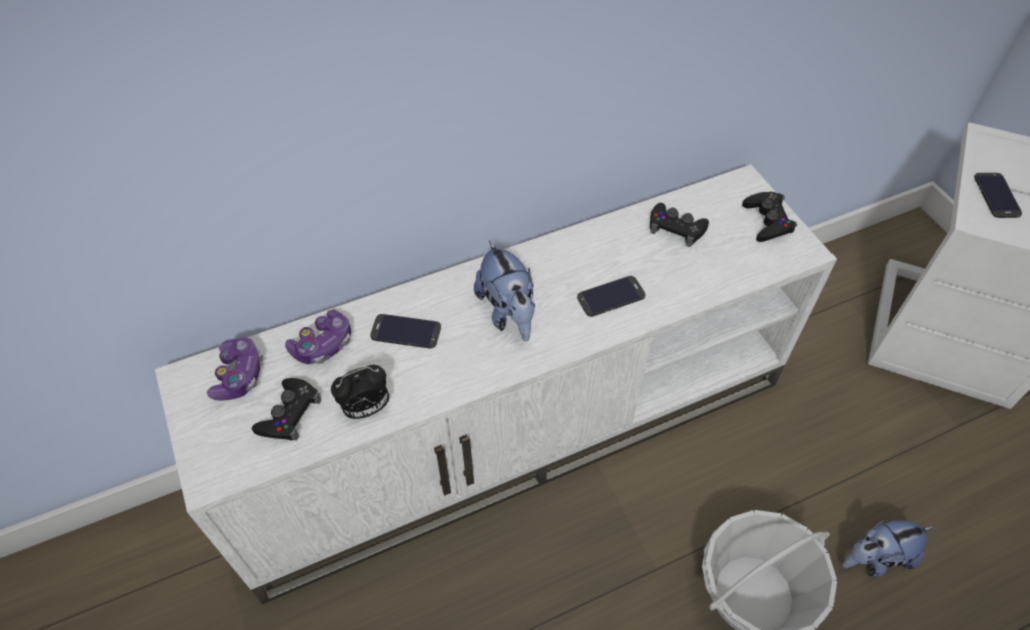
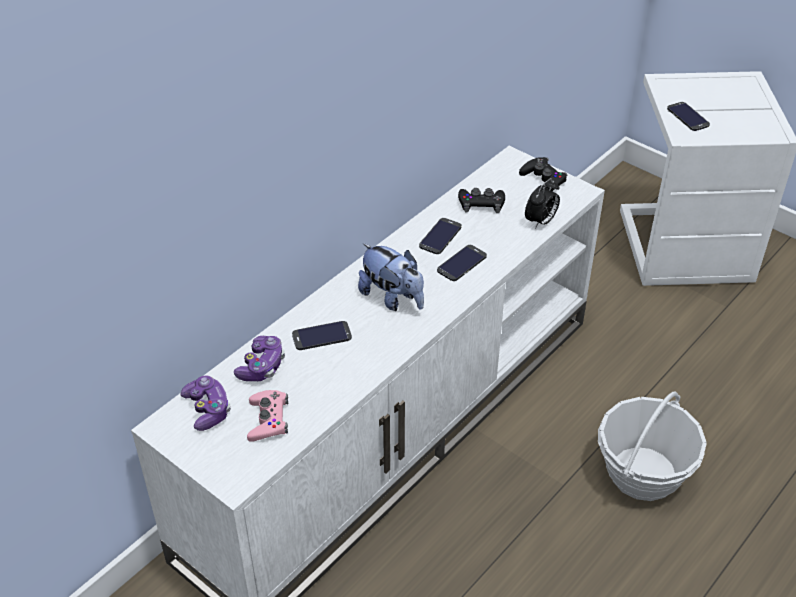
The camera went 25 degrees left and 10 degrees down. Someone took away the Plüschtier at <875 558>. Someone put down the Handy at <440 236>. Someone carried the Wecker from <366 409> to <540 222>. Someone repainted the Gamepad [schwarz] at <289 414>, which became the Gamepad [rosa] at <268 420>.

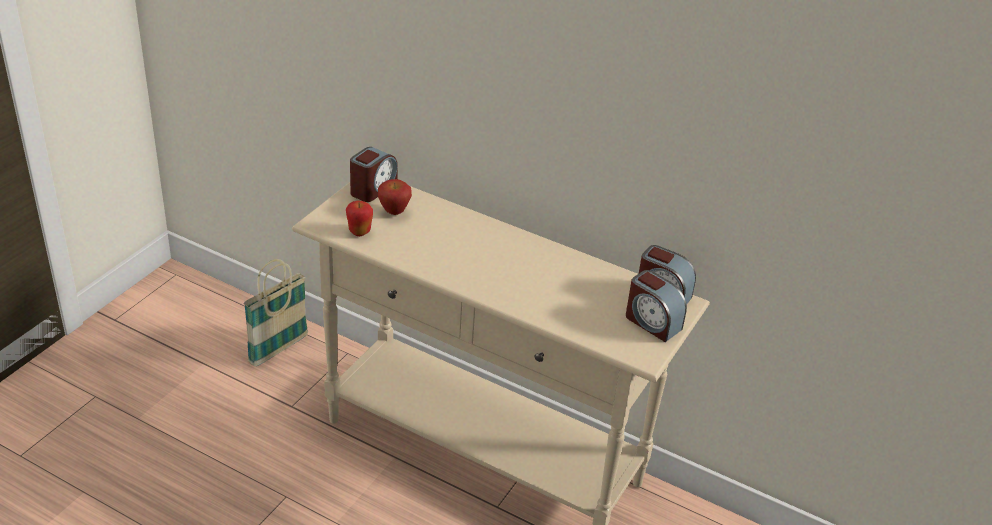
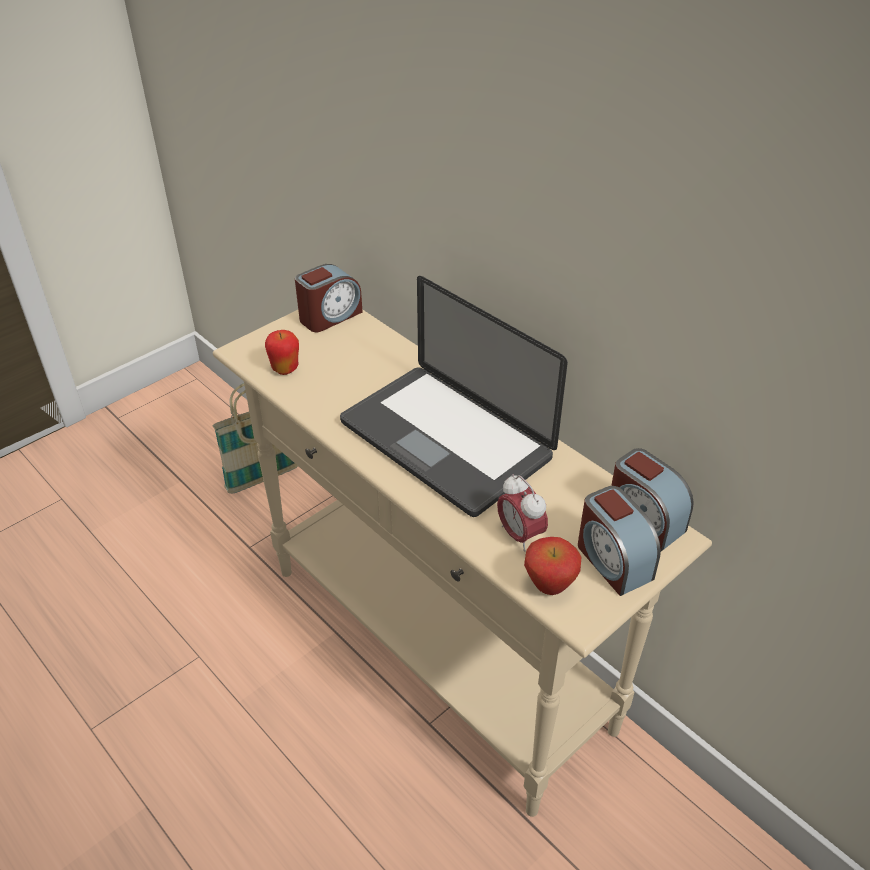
The camera went 20 degrees right and 5 degrees up. Someone put down the Laptop at <445 440>. Someone put down the Wecker at <520 535>. Someone carried the Apfel from <394 212> to <549 586>.

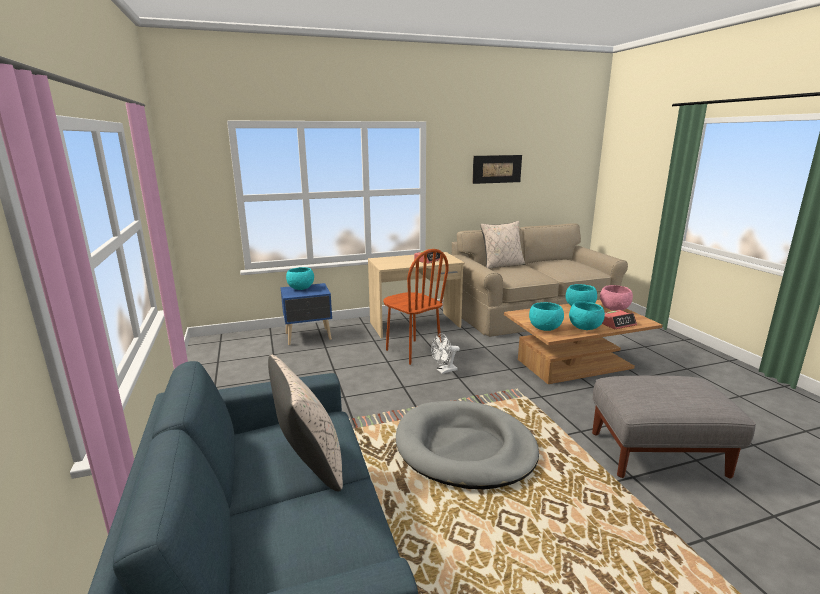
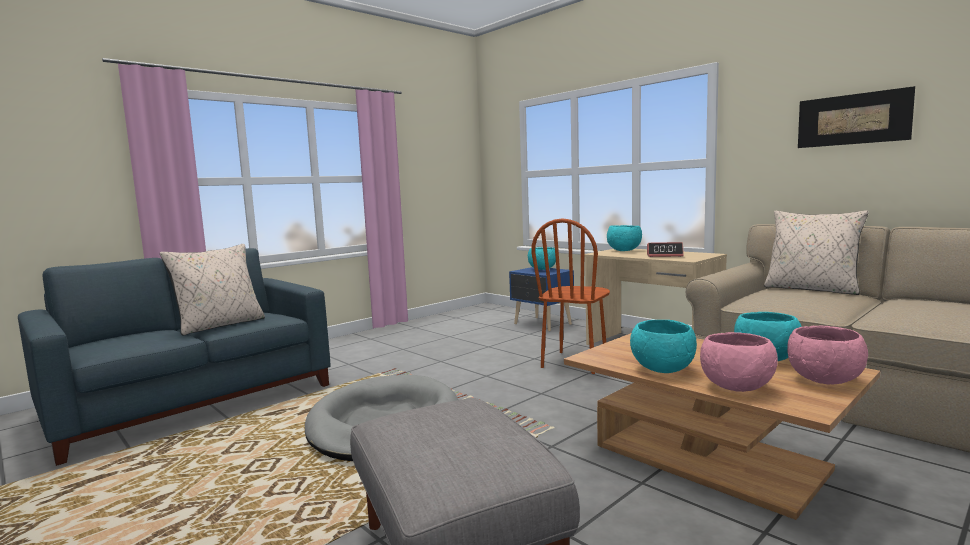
The camera went 65 degrees right and 10 degrees down. Someone took away the Ventilator [weiß] at <444 371>. Someone carried the Schüssel [türkis] from <545 328> to <624 251>. Someone swapped the Wecker at <616 323> for the Schüssel [rosa] at <737 387>.

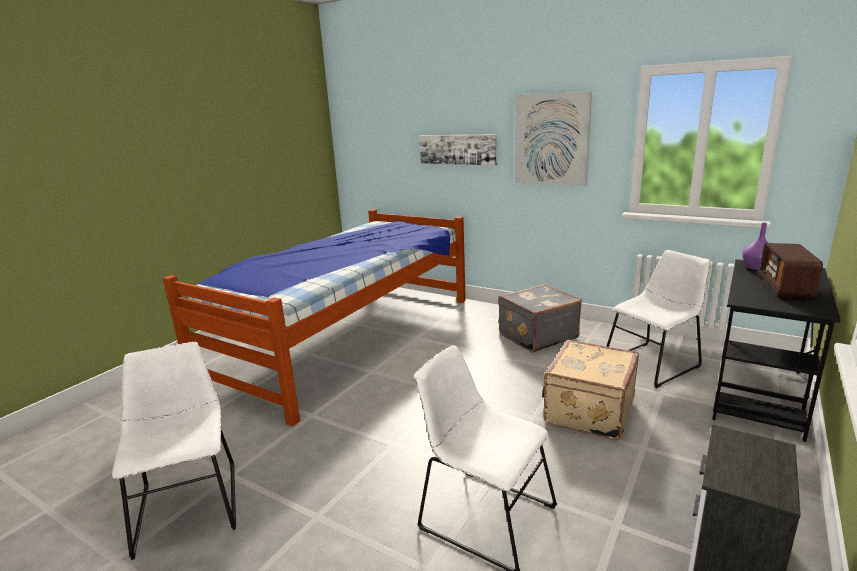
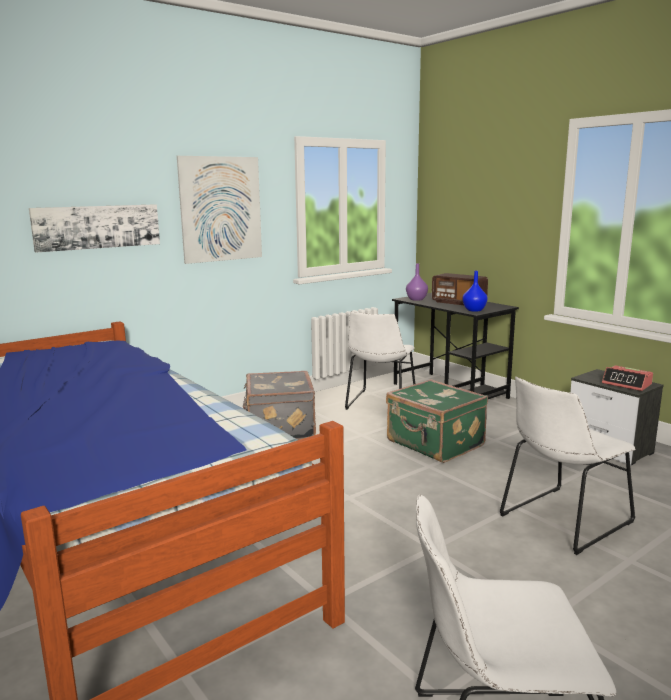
The camera went 70 degrees left and 5 degrees down. Someone put down the Vase [blau] at <473 310>. Someone put down the Wecker at <627 384>. Someone repainted the Koffer [beige] at <587 411>, which became the Koffer [grün] at <434 444>. Someone rotated the Stuhl [weiß] at <654 363> by 150 degrees counterclockwise.

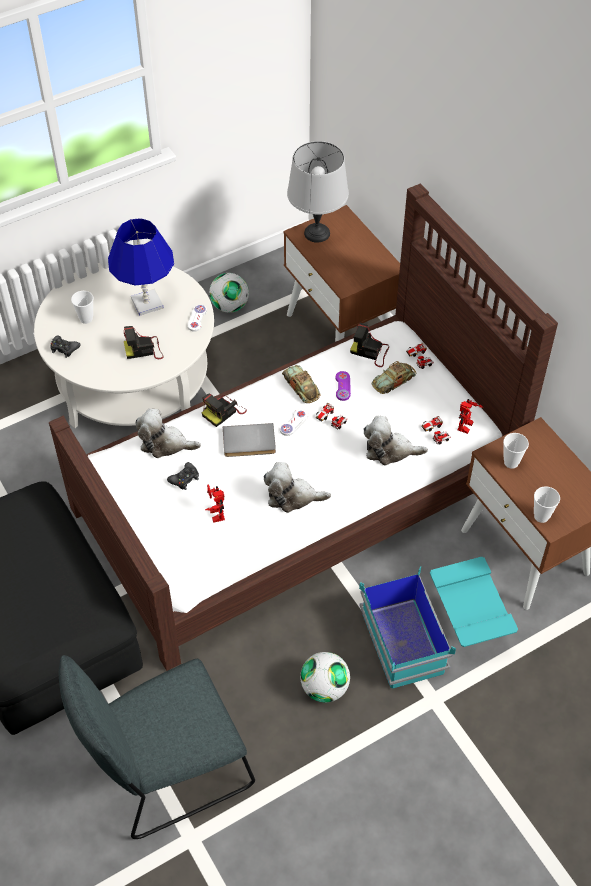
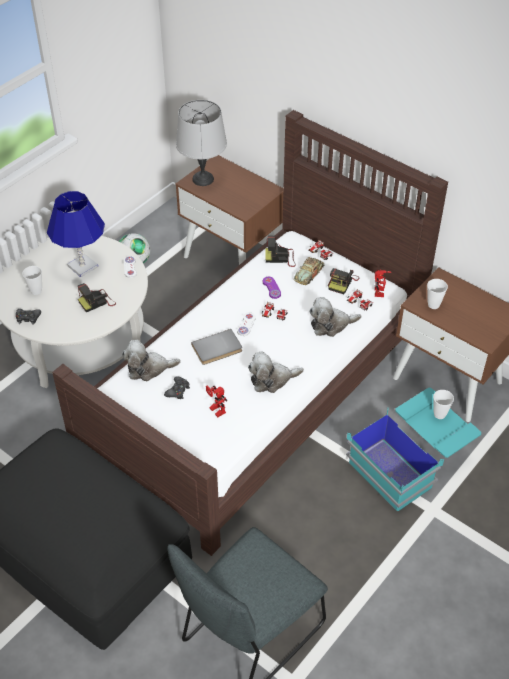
The camera went 20 degrees left and 5 degrees down. Someone took away the Spielzeugauto at <301 387>. Someone took away the Fußball at <324 688>. Someone carried the Kamera from <223 411> to <342 282>. Someone carried the Tasse from <541 516> to <439 414>.

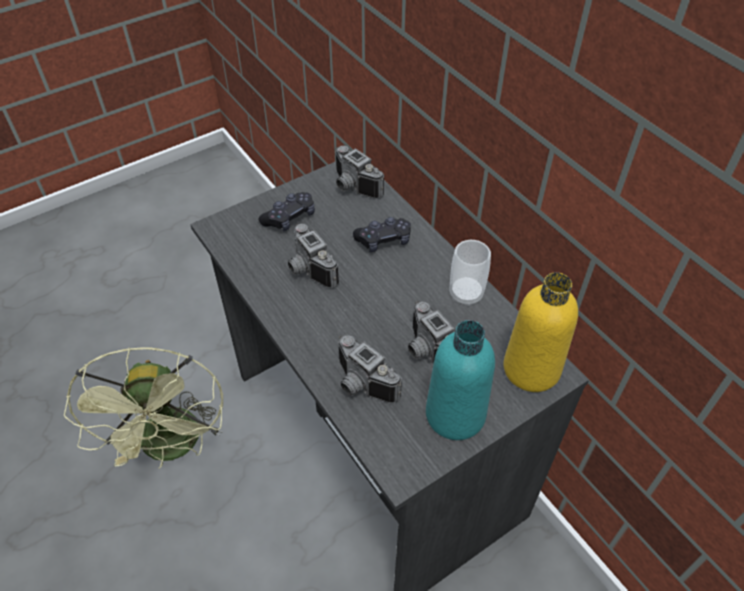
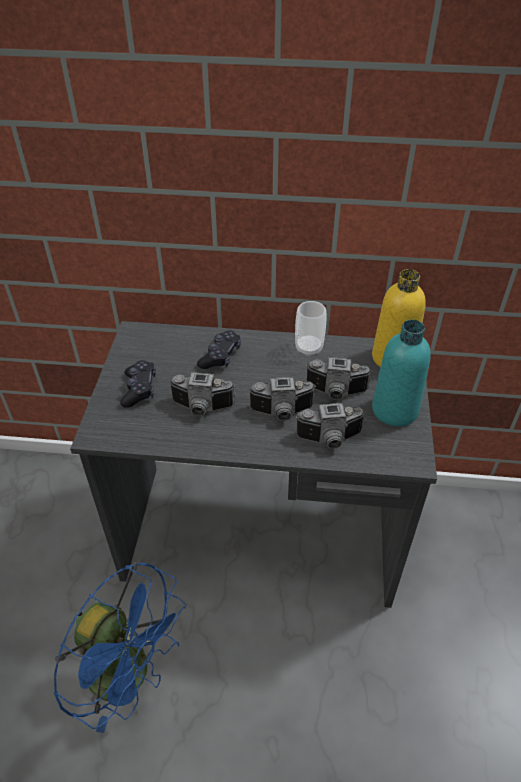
The camera went 50 degrees left and 5 degrees down. Someone carried the Kamera from <352 187> to <282 413>. Someone repainted the Ventilator [grün] at <173 447>, which became the Ventilator [blau] at <131 675>.

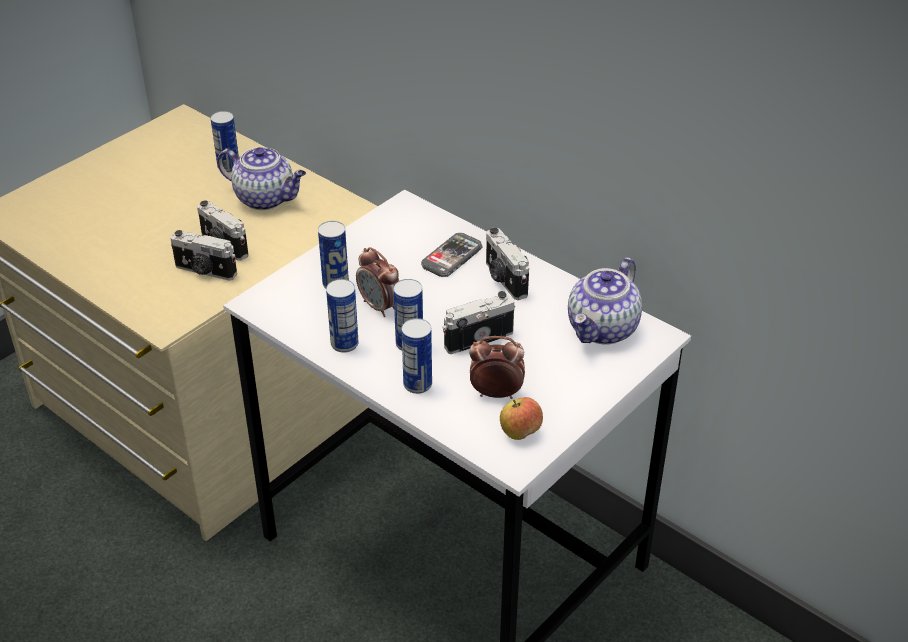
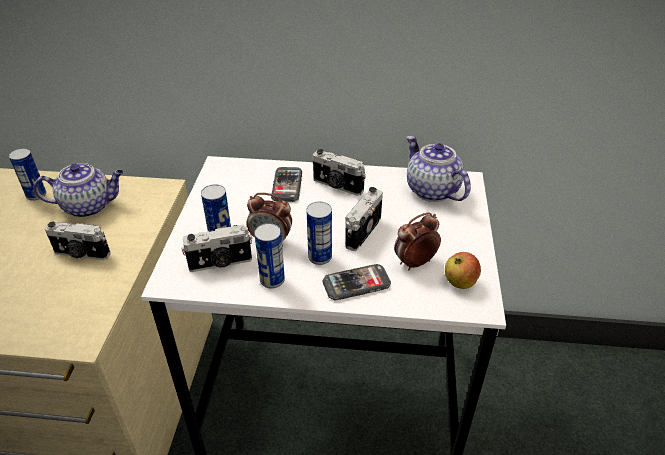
The camera went 35 degrees left and 0 degrees up. Someone carried the Kamera from <205 271> to <220 263>. Someone swapped the Dose at <417 384> for the Handy at <356 284>. Someone rotated the Teekanne at <603 329> by 150 degrees clockwise.

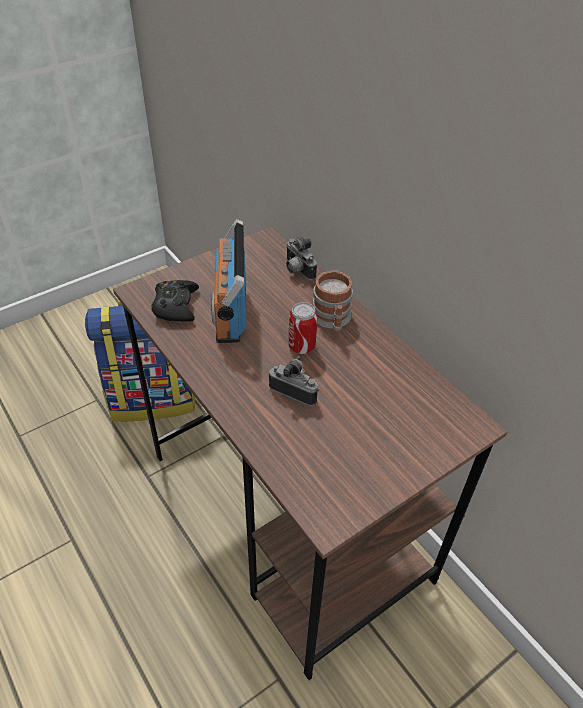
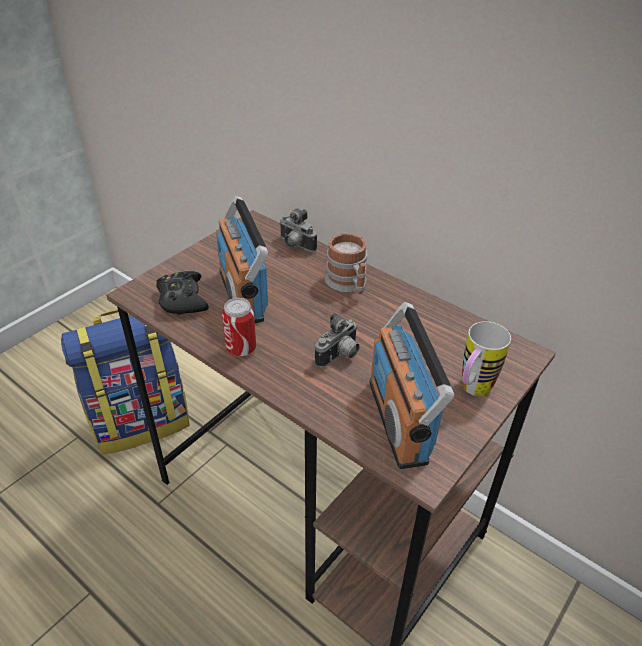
The camera went 15 degrees left and 5 degrees down. Someone put down the Radio at <399 420>. Someone put down the Henkelbecher at <471 391>. Someone carried the Dose from <301 346> to <241 348>. Someone rotated the Kamera at <295 390> by 120 degrees clockwise.

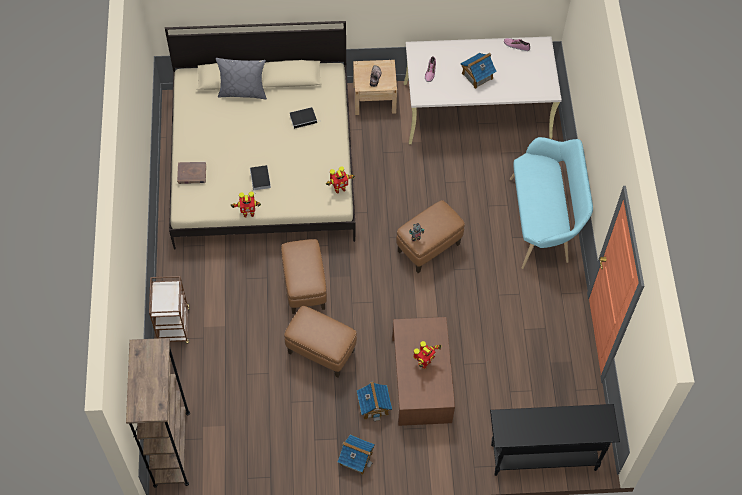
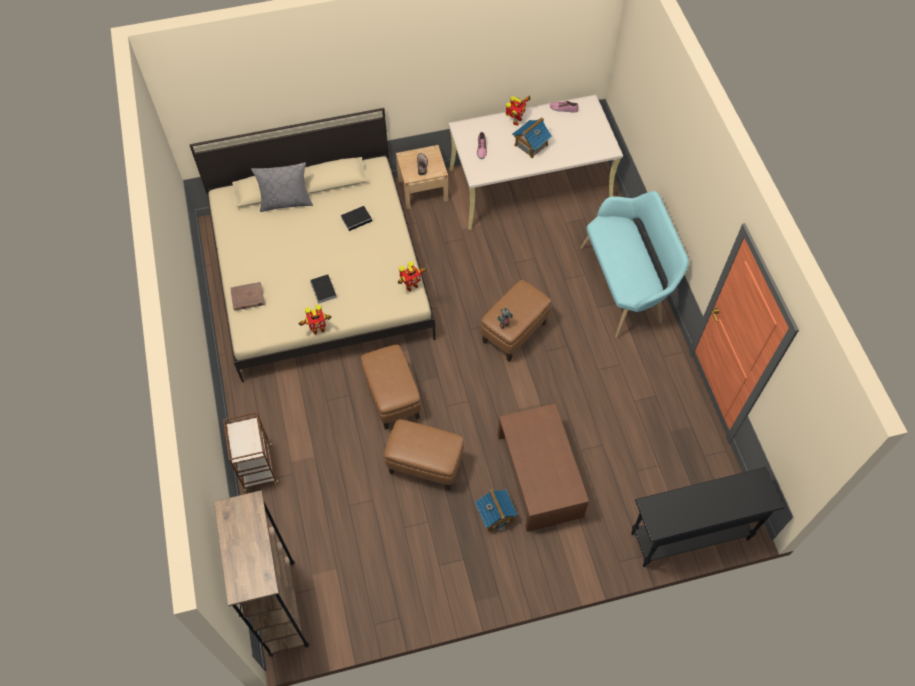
The camera went 10 degrees left and 0 degrees up. Someone took away the Spielzeughaus at <356 458>. Someone carried the Spielzeugroboter from <424 363> to <516 121>.

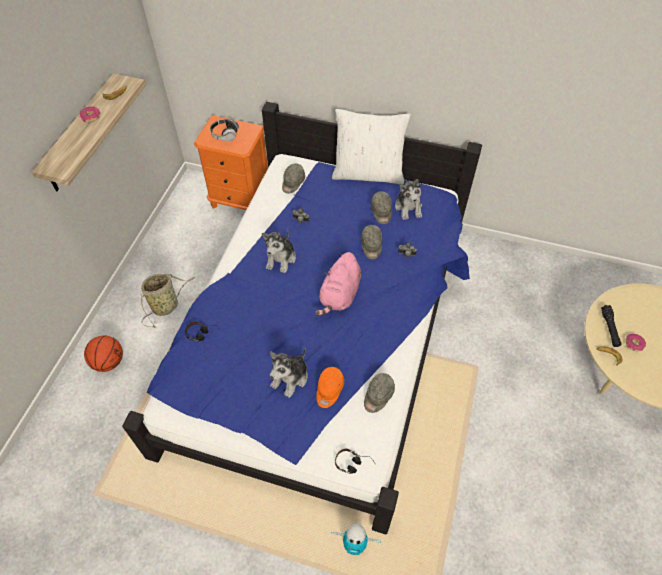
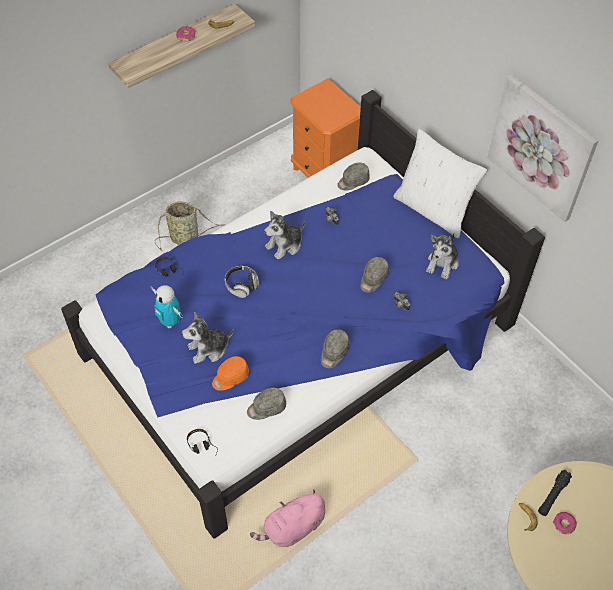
The camera went 35 degrees right and 0 degrees up. Someone took away the Basketball at <108 362>. Someone put up the Bild at <542 147>. Someone carried the Kopfhörer from <225 135> to <242 285>. Someone carried the Plüschtier [rosa] from <340 295> to <292 528>. Someone carried the Spielzeugroboter from <354 545> to <170 321>. Someone carried the Kappe [grau] from <381 212> to <334 352>.

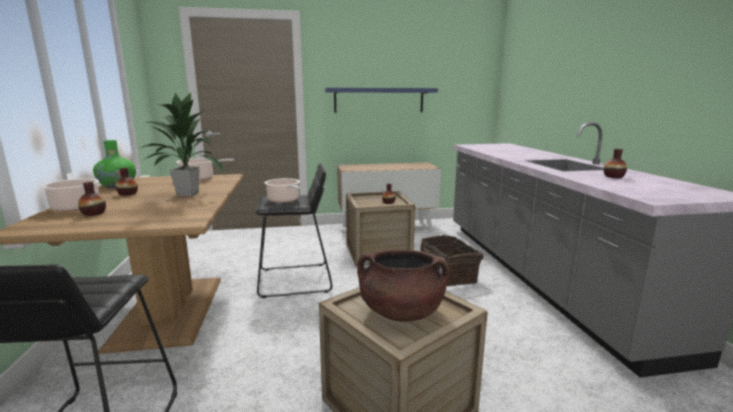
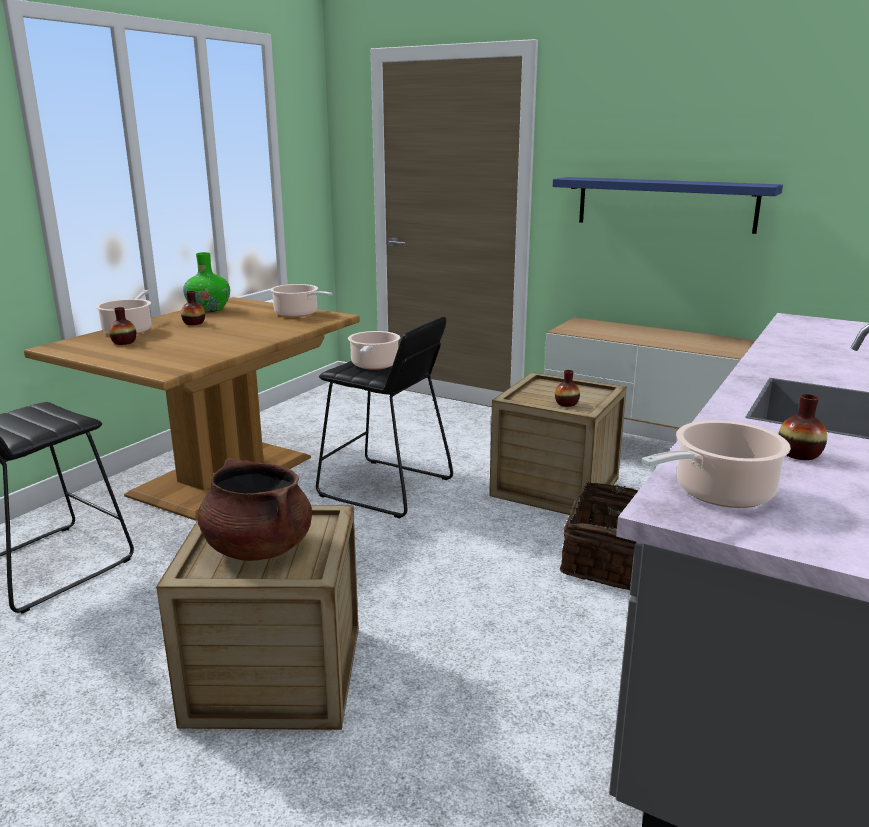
The camera went 40 degrees right and 5 degrees up. Someone took away the Topfpflanze at <187 194>. Someone put down the Kochtopf at <719 493>.

